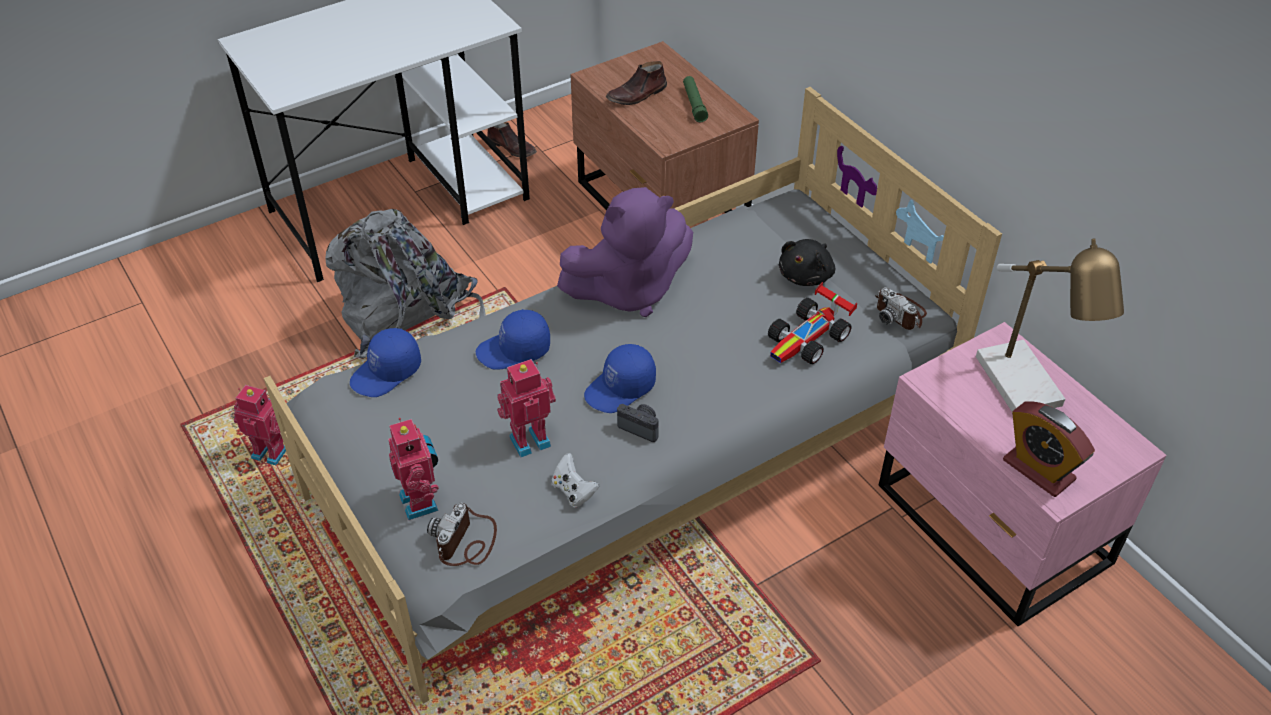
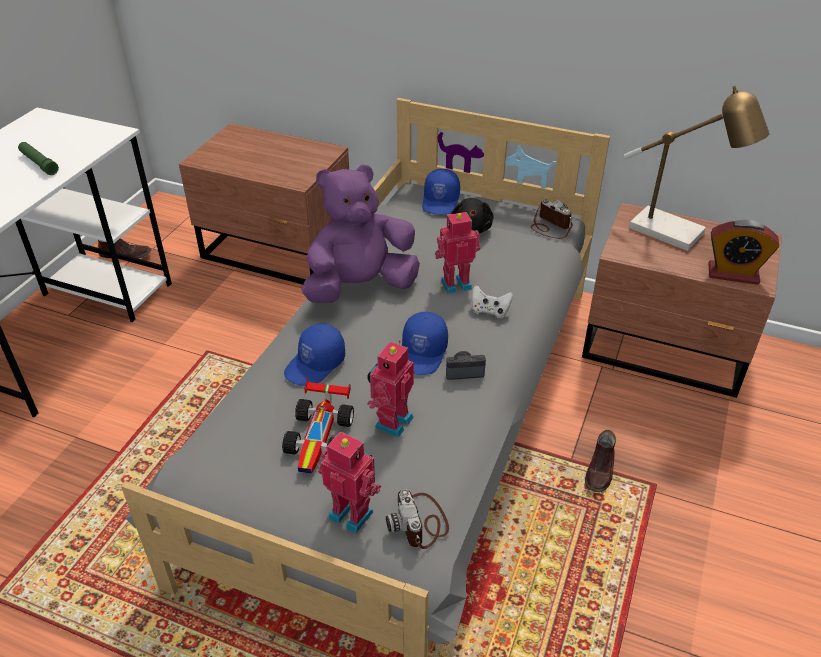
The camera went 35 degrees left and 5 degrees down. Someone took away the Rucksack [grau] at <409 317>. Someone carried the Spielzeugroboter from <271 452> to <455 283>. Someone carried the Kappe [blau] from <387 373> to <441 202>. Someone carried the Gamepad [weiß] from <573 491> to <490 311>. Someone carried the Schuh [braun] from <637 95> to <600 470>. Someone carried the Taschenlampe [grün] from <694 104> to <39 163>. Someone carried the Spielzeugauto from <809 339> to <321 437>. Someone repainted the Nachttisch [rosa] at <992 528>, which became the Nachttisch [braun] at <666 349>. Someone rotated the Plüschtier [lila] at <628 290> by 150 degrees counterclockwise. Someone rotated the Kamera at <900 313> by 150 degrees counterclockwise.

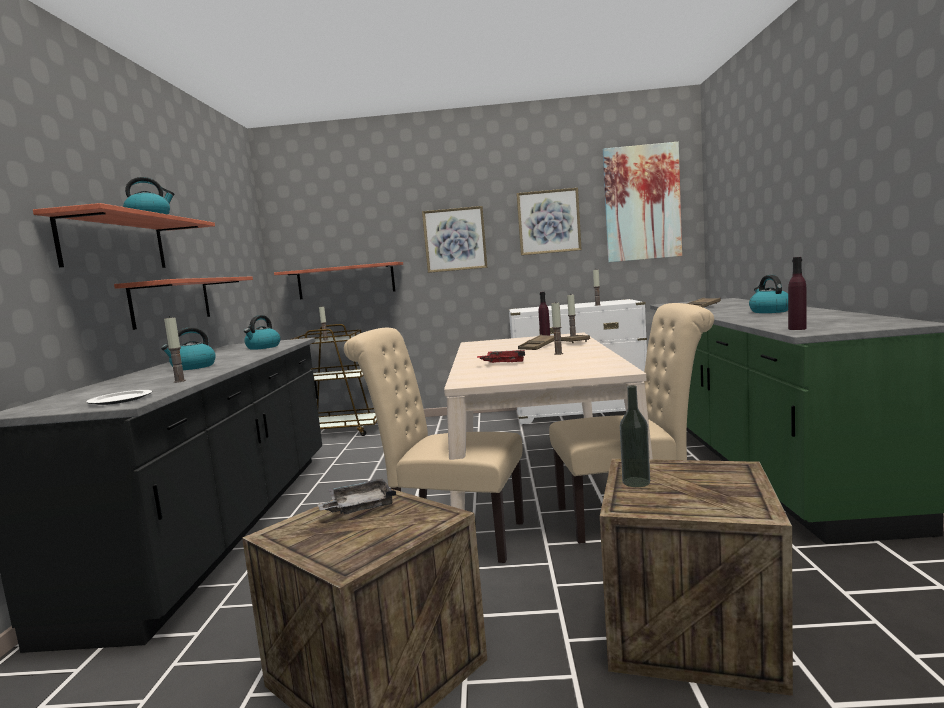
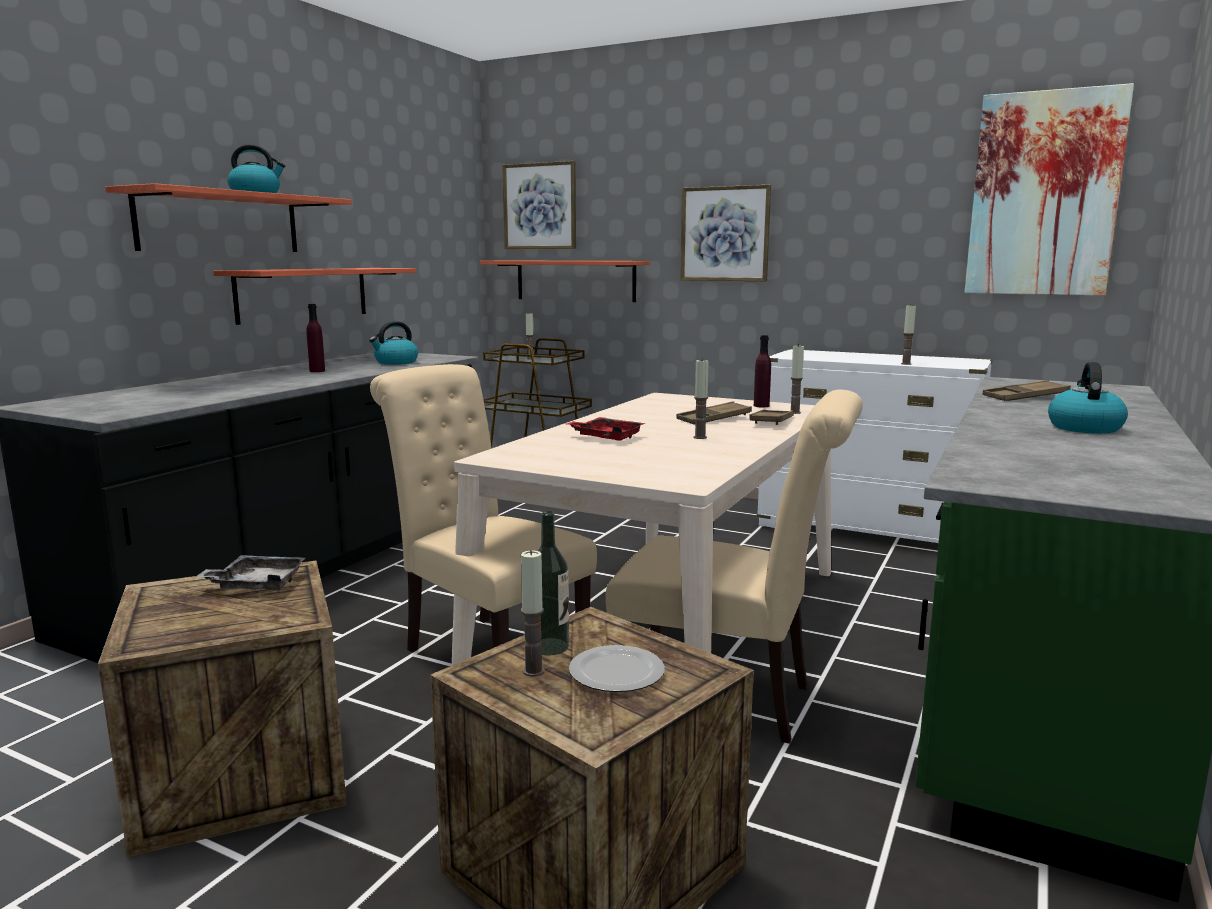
The camera went 25 degrees right and 5 degrees up. Someone took away the Wasserkessel at <193 367>. Someone carried the Teller from <119 400> to <615 673>. Someone carried the Kerze from <180 381> to <533 671>. Someone carried the Bild from <548 222> to <540 206>. Someone carried the Flasche [lila] from <797 329> to <317 371>.

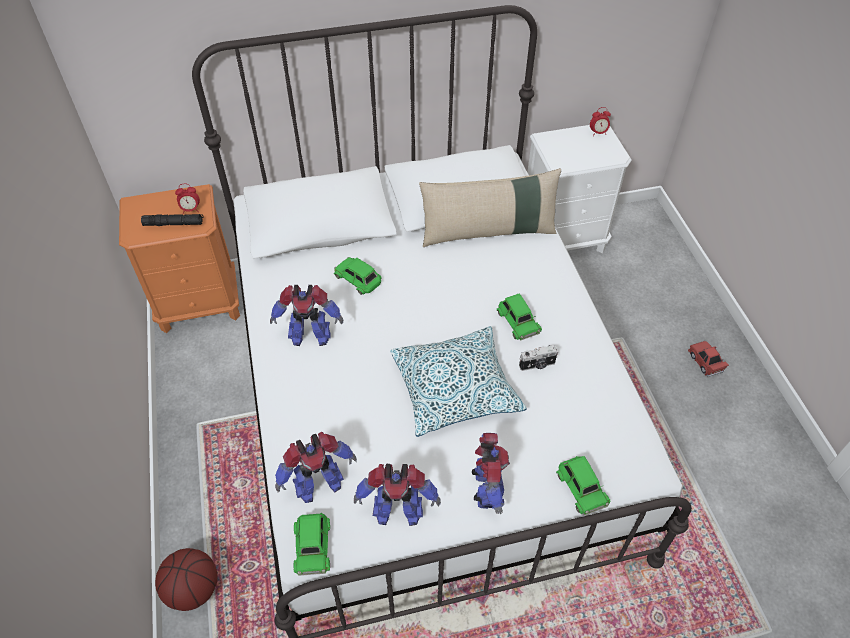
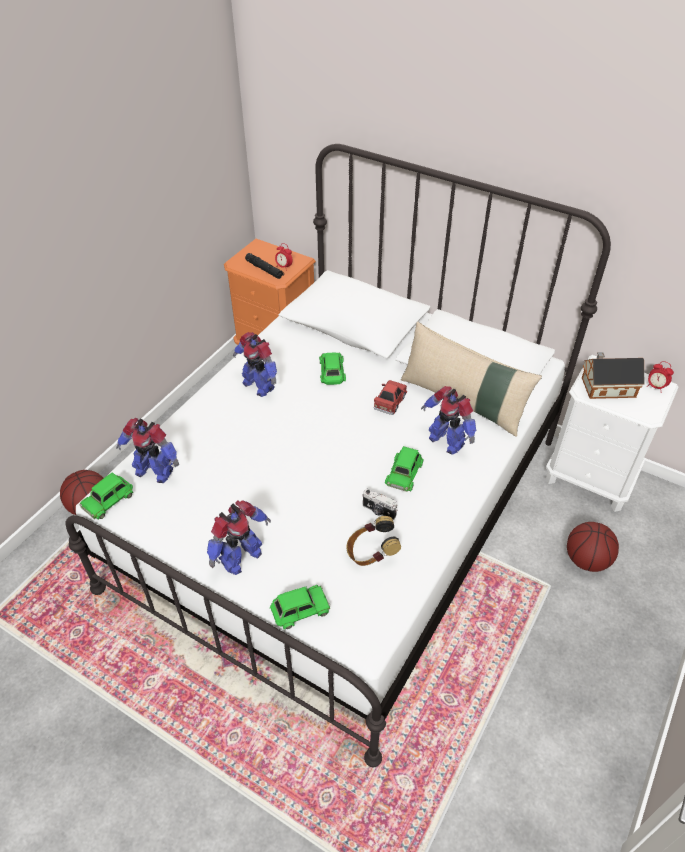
The camera went 45 degrees right and 5 degrees down. Someone took away the Kissen at <455 388>. Someone put down the Kopfhörer at <371 553>. Someone put down the Basketball at <586 560>. Someone put down the Spielzeughaus at <605 387>. Someone carried the Spielzeugroboter from <397 511> to <446 441>. Someone carried the Spielzeugauto [rot] from <705 362> to <390 401>. Someone rotated the Spielzeugauto [grün] at <581 487> by 135 degrees counterclockwise.

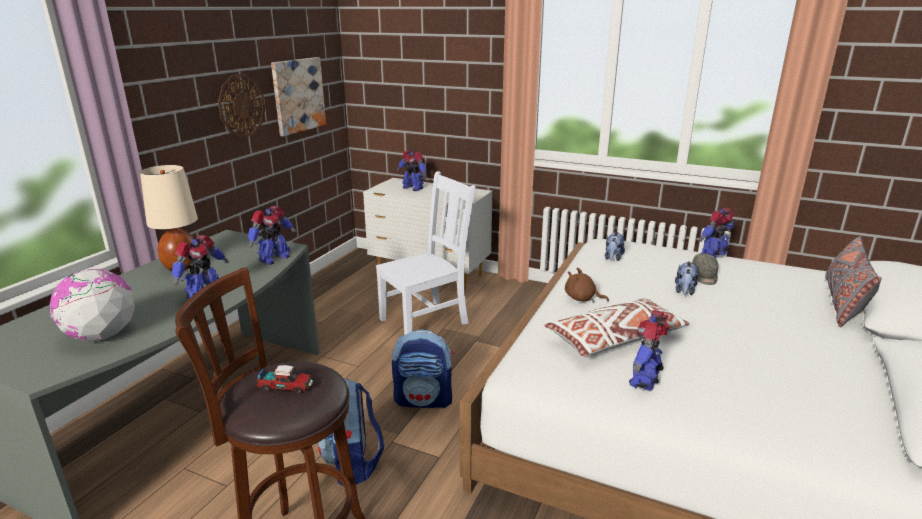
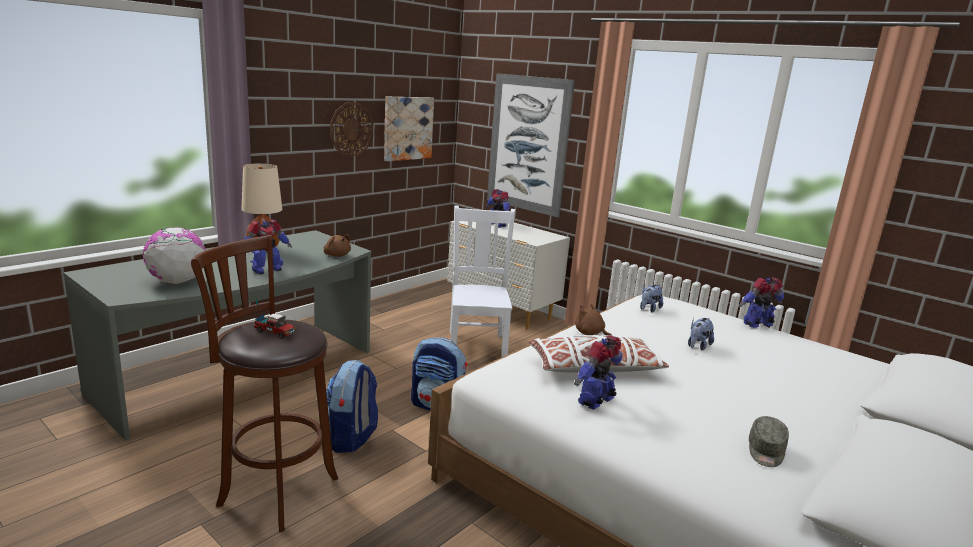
The camera went 15 degrees right and 5 degrees down. Someone took away the Kissen [grau] at <843 302>. Someone put up the Bild at <528 144>. Someone carried the Kappe [grau] from <704 276> to <765 451>. Someone swapped the Spielzeugroboter at <273 259> for the Plüschtier [braun] at <336 255>. Someone rotated the Stuhl [weiß] at <426 320> by 75 degrees counterclockwise.

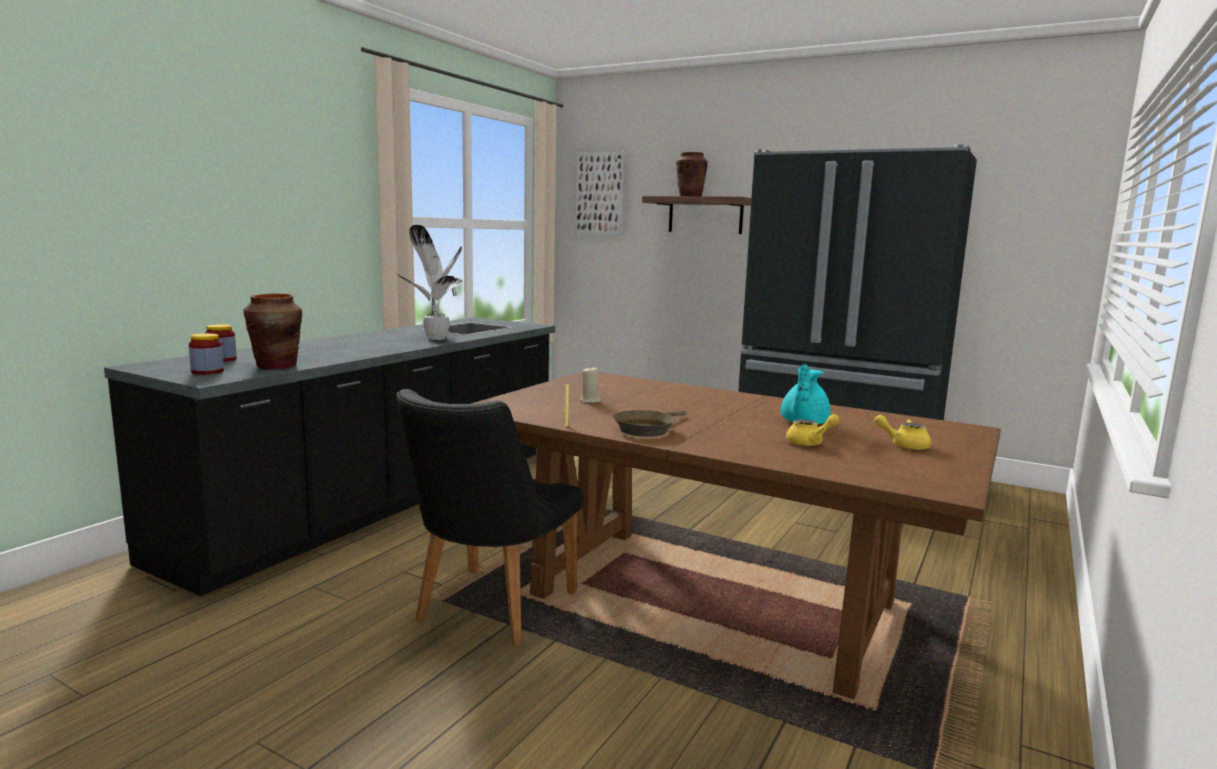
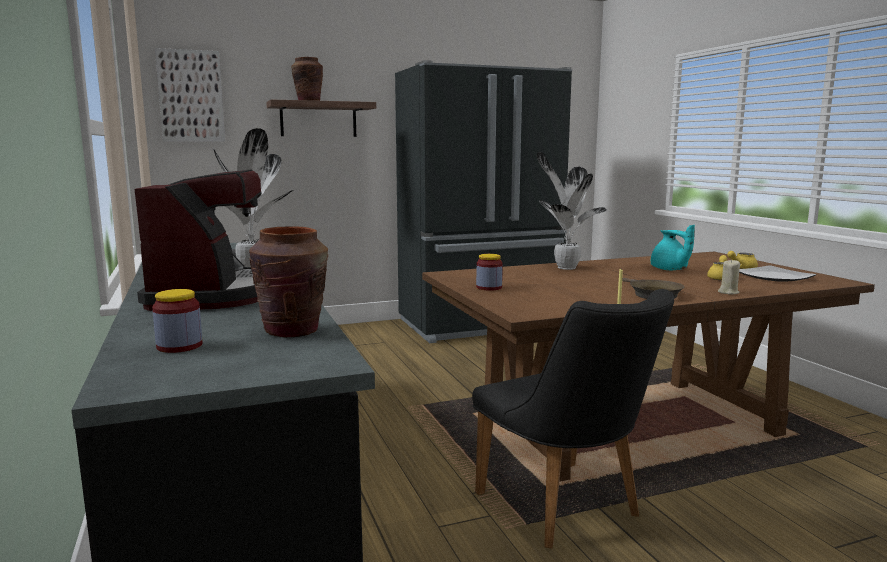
The camera went 50 degrees left and 0 degrees up. Someone put down the Kaffeemaschine at <215 295>. Someone put down the Topfpflanze at <564 268>. Someone put down the Teller at <774 277>. Someone carried the Vorratsglas from <207 372> to <489 287>. Someone carried the Kerze [beige] from <590 401> to <728 292>.

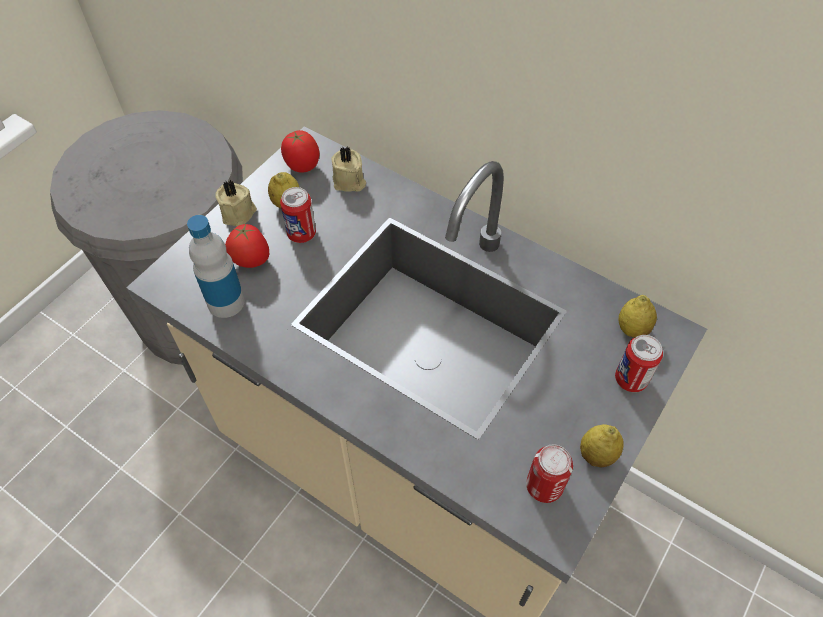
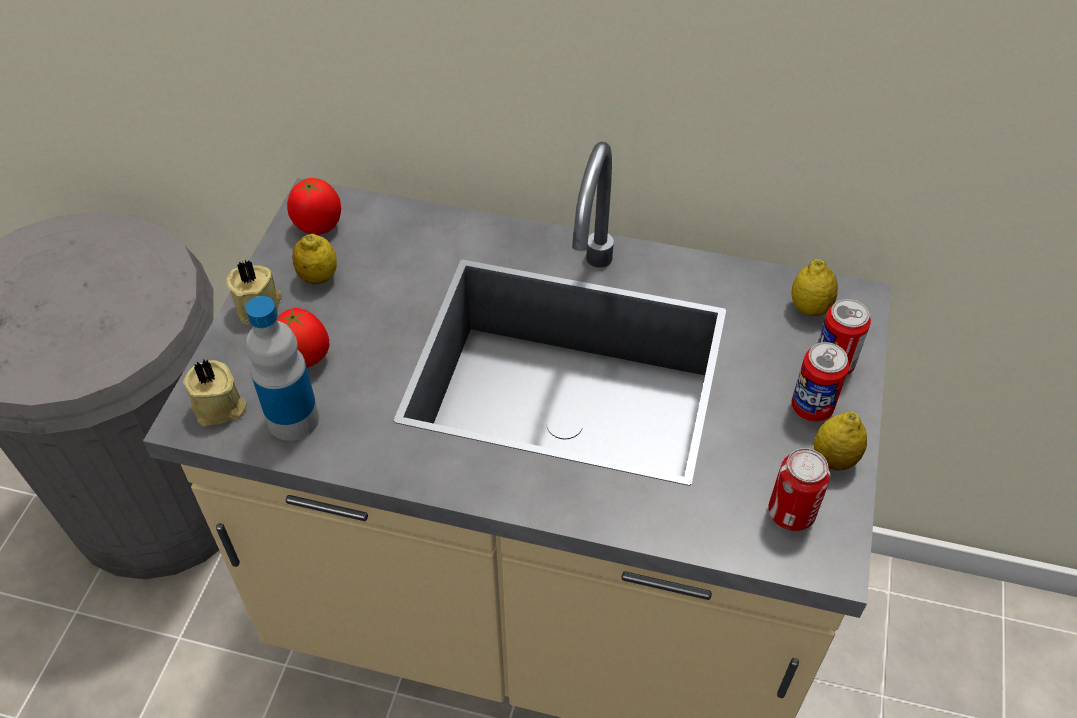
The camera went 20 degrees left and 5 degrees down. Someone carried the Dose from <301 234> to <811 407>. Someone carried the Kerze [beige] from <349 182> to <220 408>.

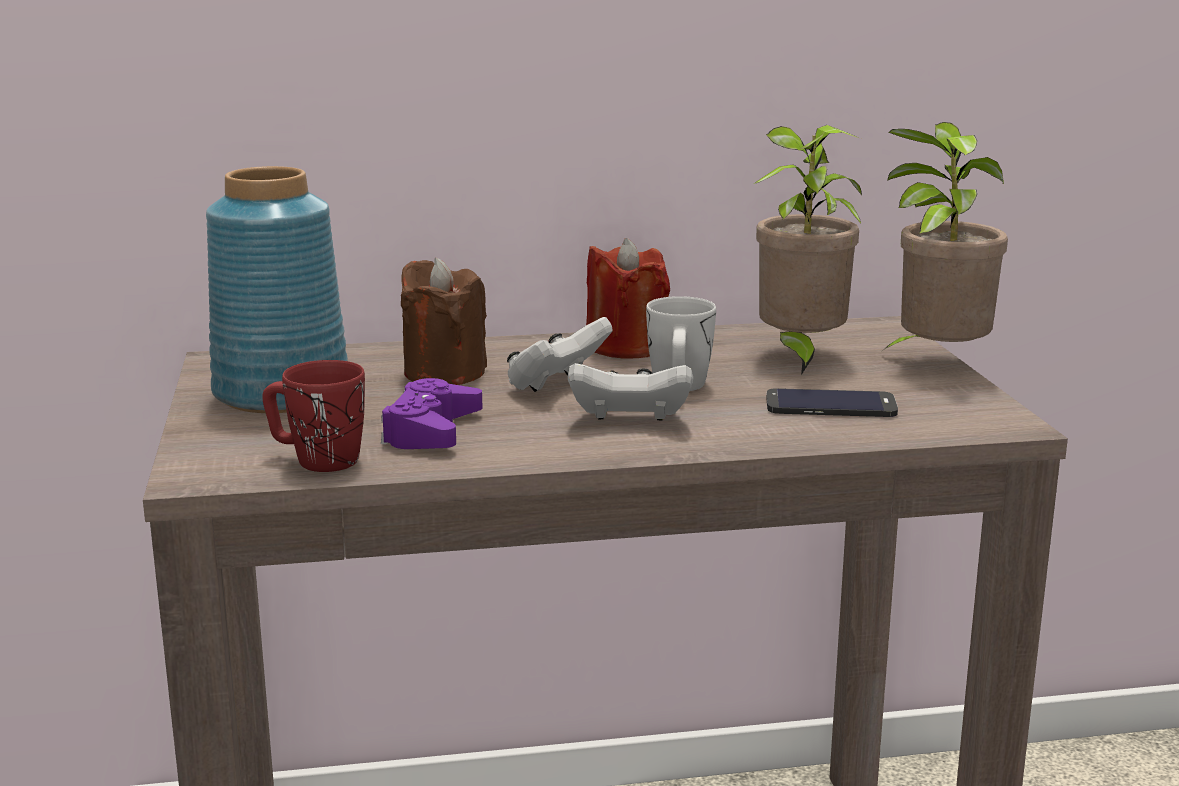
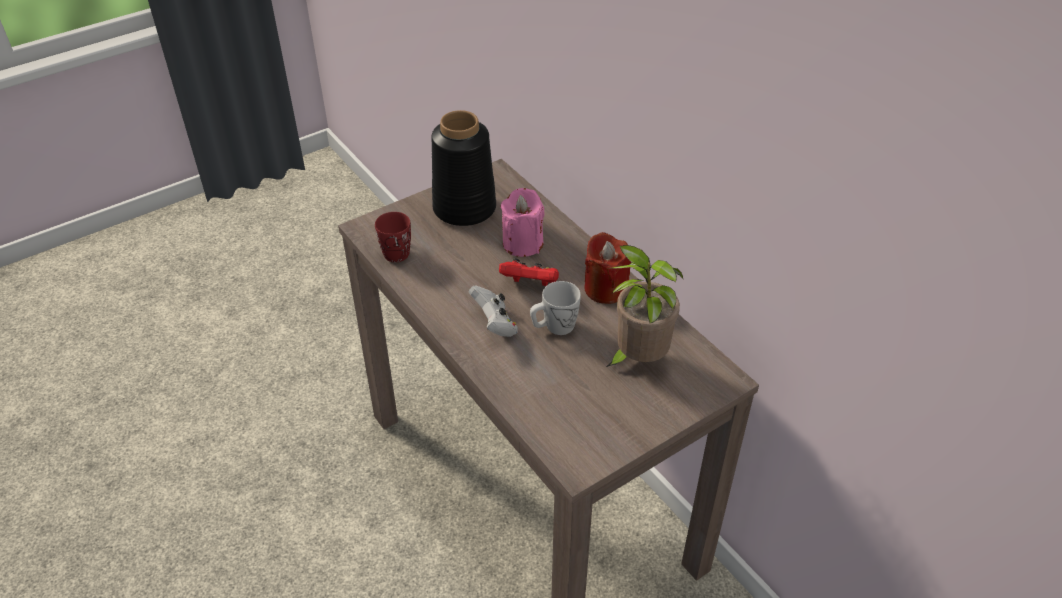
The camera went 65 degrees right and 25 degrees up. Someone took away the Gamepad [lila] at <431 431>. Someone took away the Handy at <831 405>. Someone took away the Topfpflanze at <936 363>. Someone repainted the Vase [blau] at <279 393>, which became the Vase [schwarz] at <464 207>. Someone repainted the Kerze [braun] at <444 373>, which became the Kerze [rosa] at <522 243>. Someone repainted the Gamepad [weiß] at <556 385>, which became the Gamepad [rot] at <530 284>.

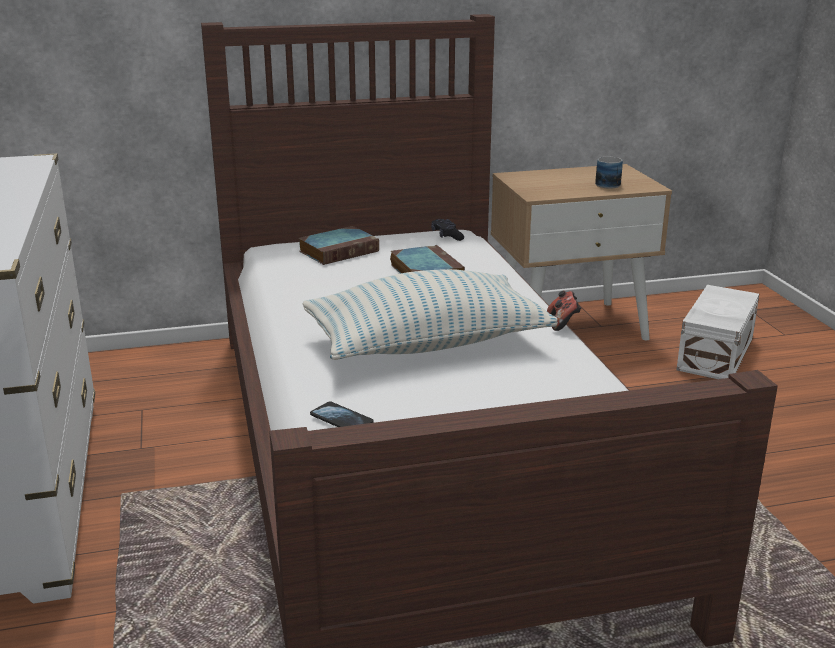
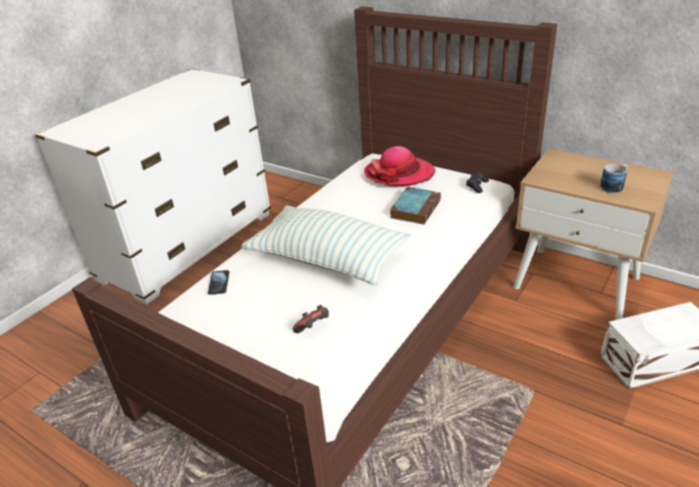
The camera went 50 degrees right and 10 degrees up. Someone carried the Gamepad from <563 323> to <313 328>. Someone swapped the Buch at <340 251> for the Hut at <399 174>.

